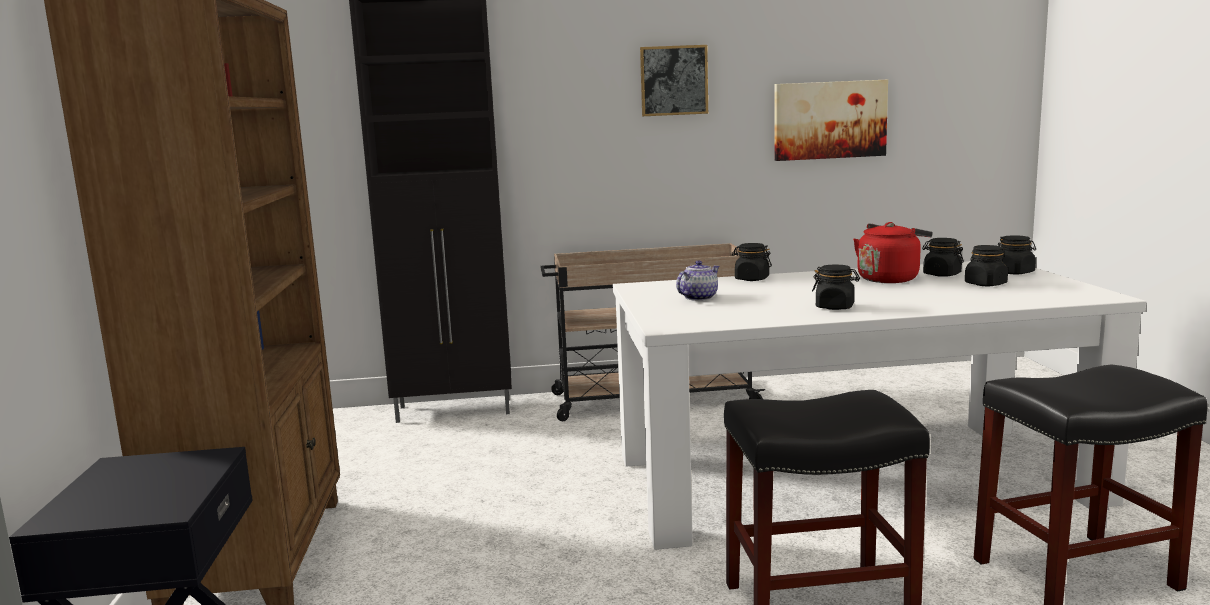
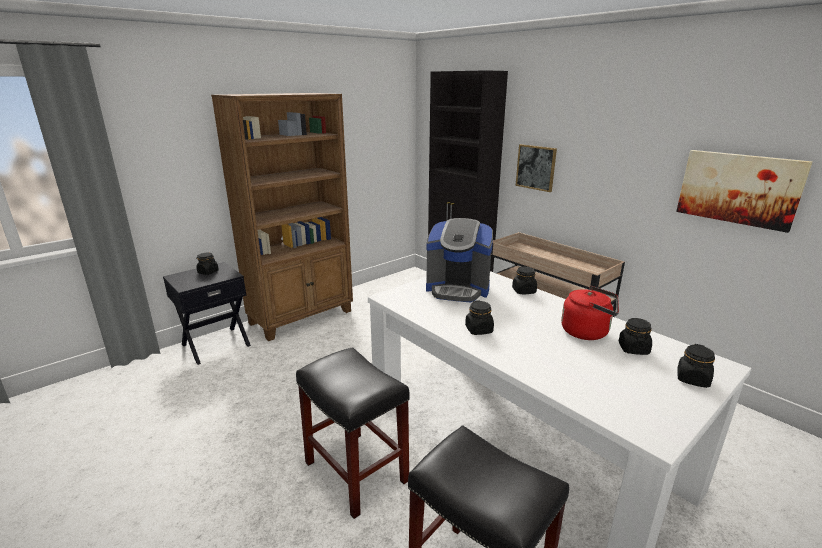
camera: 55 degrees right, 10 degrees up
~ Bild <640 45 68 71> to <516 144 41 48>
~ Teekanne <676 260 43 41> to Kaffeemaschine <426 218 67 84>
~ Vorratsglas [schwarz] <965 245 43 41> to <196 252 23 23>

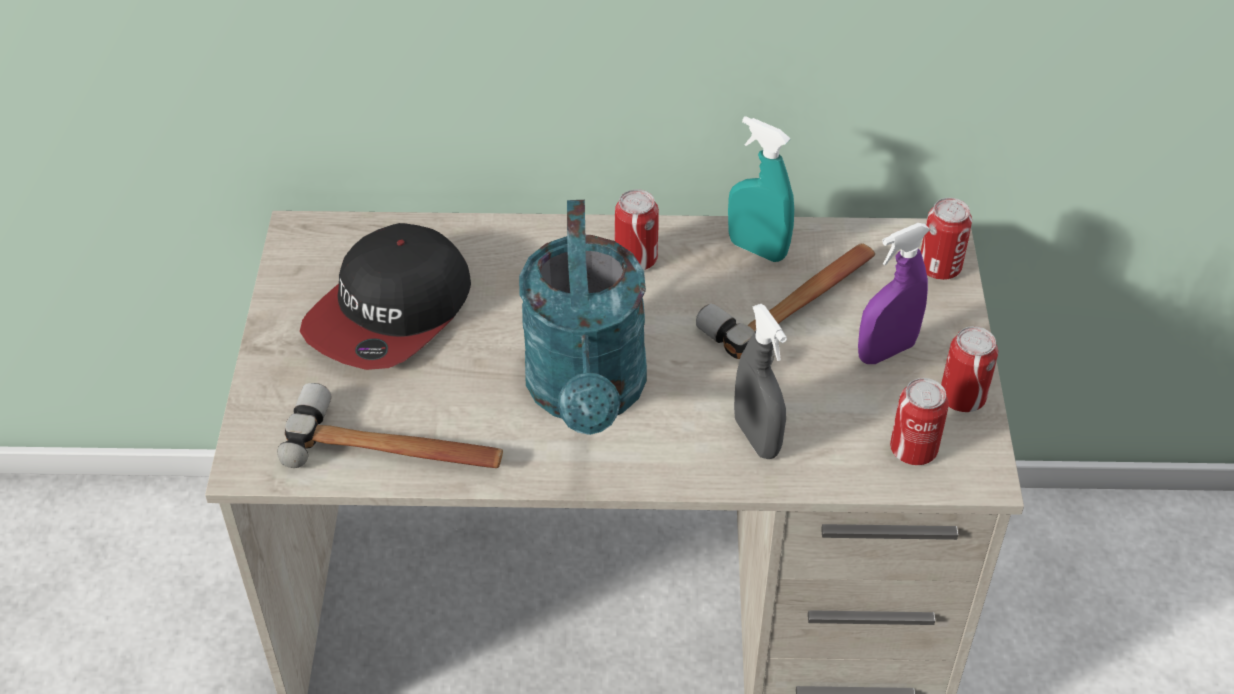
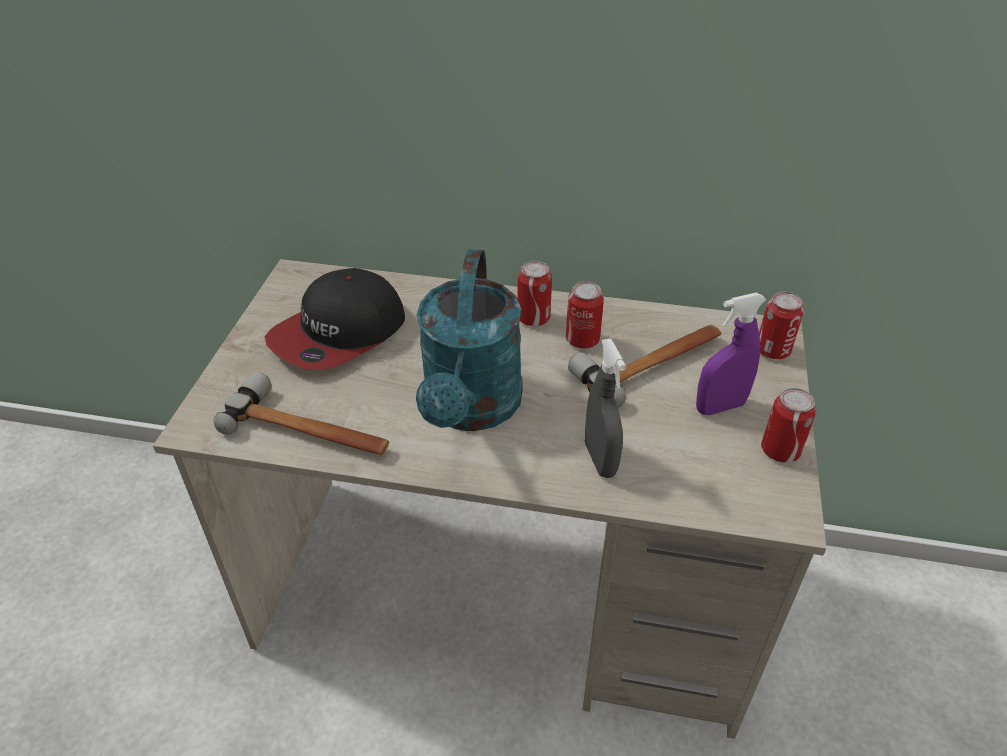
camera: 10 degrees right, 5 degrees down
- Sprühflasche [türkis] <728 116 66 146>
~ Dose <890 378 59 87> to <566 282 38 66>

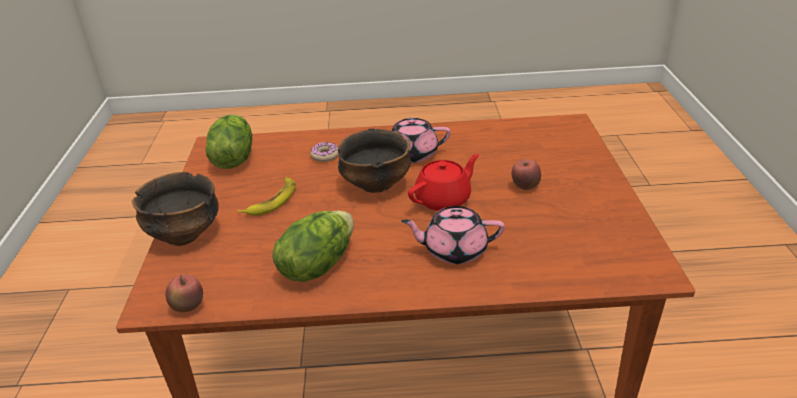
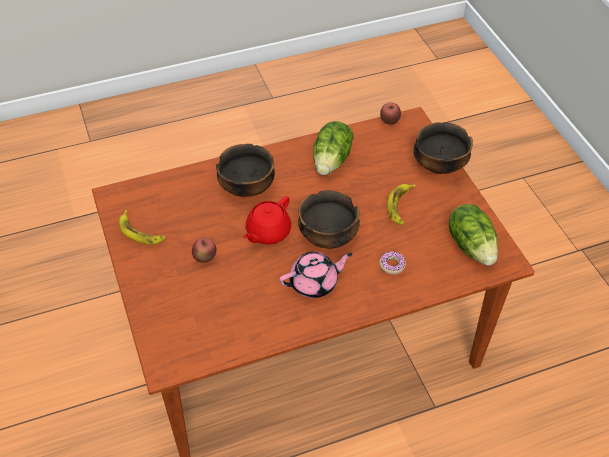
camera: 160 degrees right, 15 degrees up
~ Teekanne [rosa] <401 206 104 58> to Schüssel <216 144 59 53>
+ Banane <119 210 47 35>

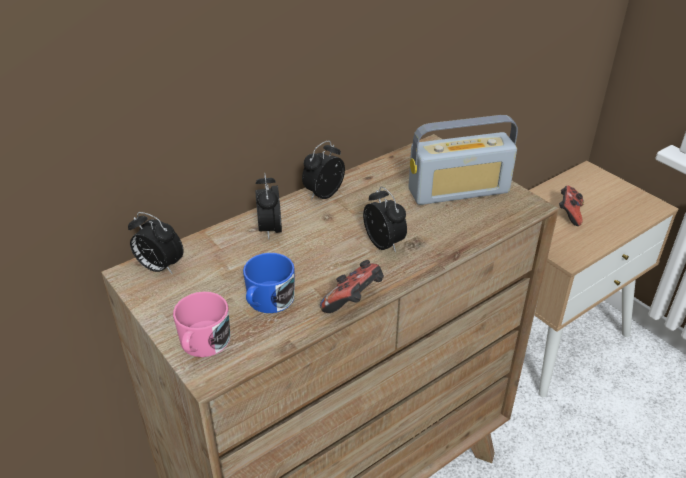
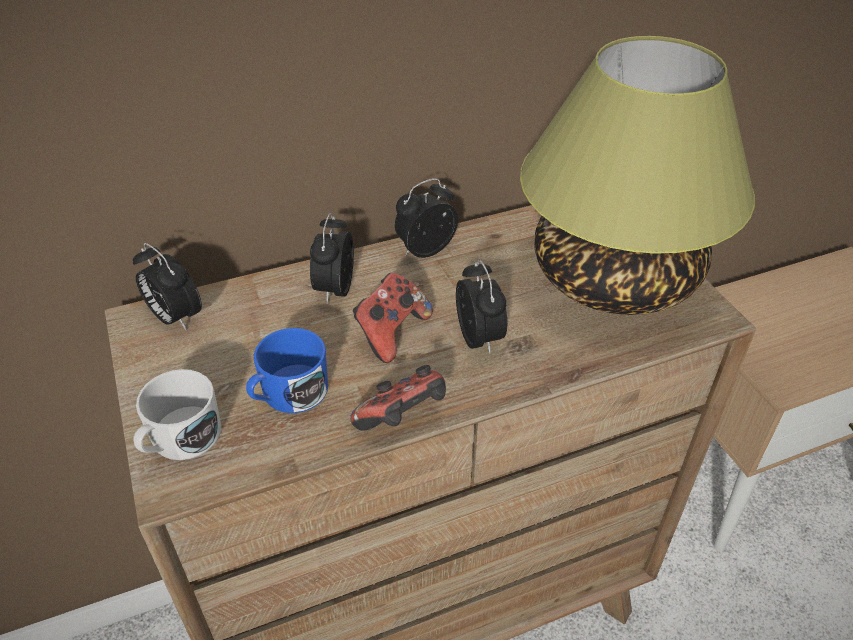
camera: 15 degrees right, 5 degrees up
~ Henkelbecher [rosa] <173 292 58 65> to Henkelbecher [weiß] <134 369 87 91>
~ Radio <409 115 109 90> to Tischlampe <520 36 235 279>
~ Gamepad <559 186 25 40> to <353 273 80 90>

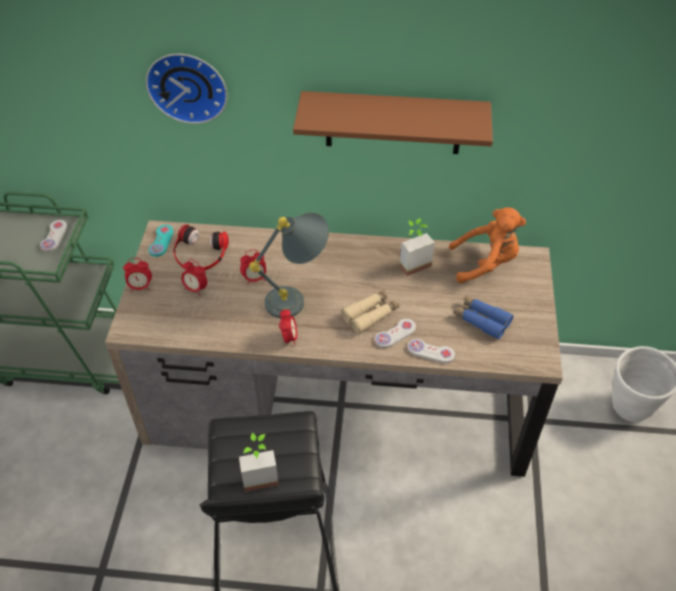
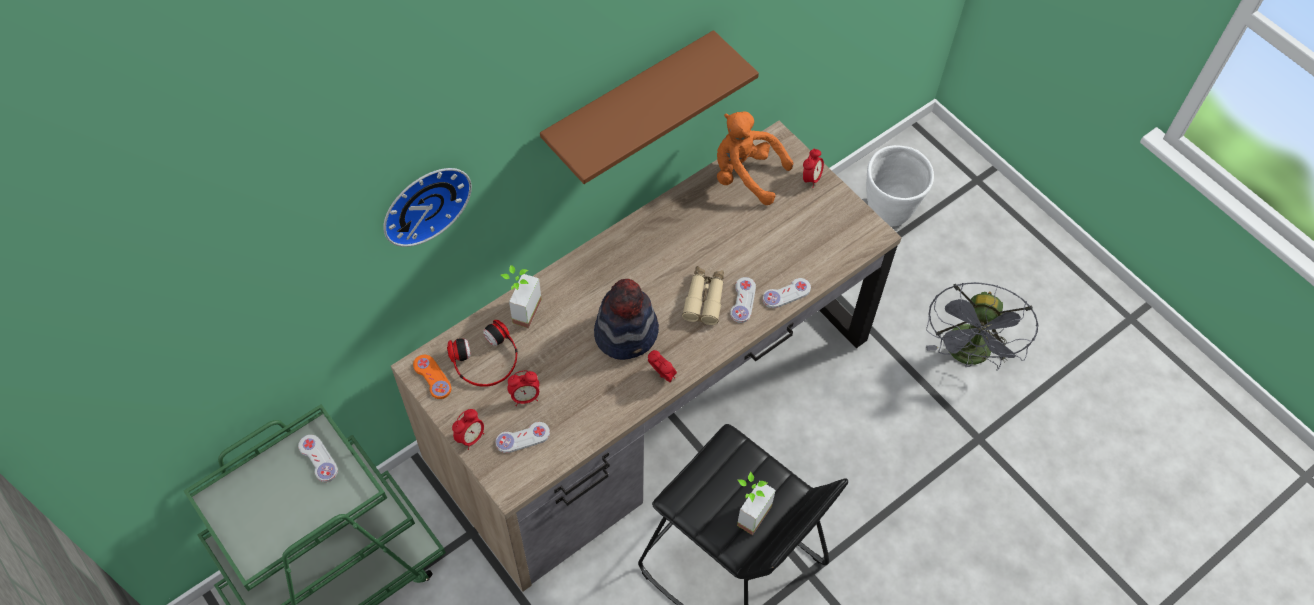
camera: 45 degrees left, 10 degrees up
~ Gamepad [türkis] <149 225 24 32> to Gamepad [orange] <413 355 38 44>
~ Wecker <240 249 26 36> to <803 149 21 39>
~ Tischlampe [grau] <249 213 80 105> to Hut <594 279 65 81>
~ Topfpflanze <399 219 36 57> to <501 265 41 63>
~ Plüschtier [orange] <449 208 77 75> = <717 112 76 93> 105 degrees counterclockwise
- Fernglas [blau] <453 295 60 44>
+ Gamepad [weiß] <495 422 55 31>
+ Ventilator [grau] <926 282 113 89>

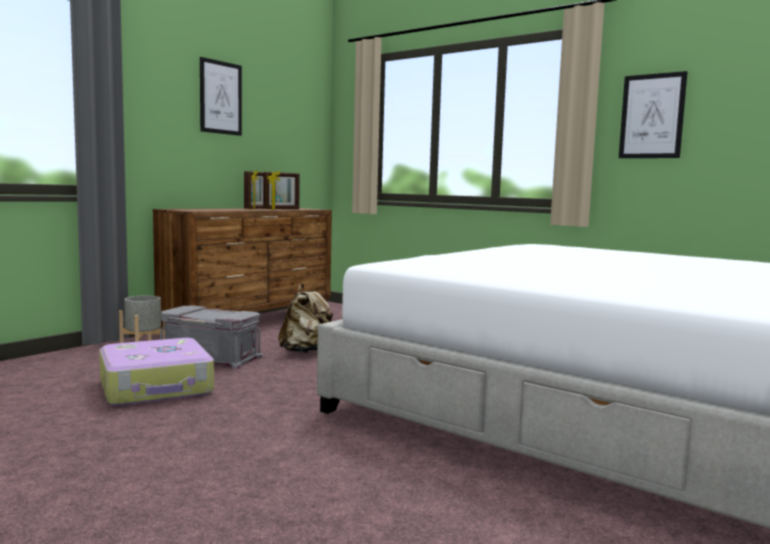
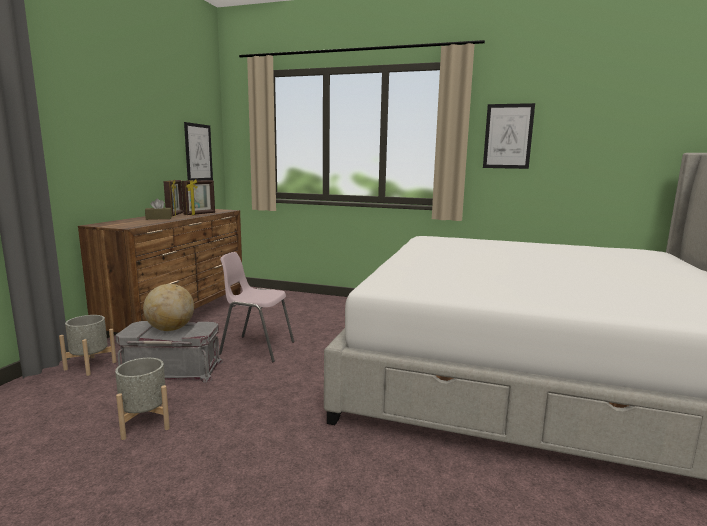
camera: 20 degrees left, 5 degrees up
~ Koffer <99 338 115 68> to Pflanzkübel [grau] <115 358 55 82>
~ Bild <200 57 42 79> to <184 122 29 59>
~ Rucksack [beige] <278 284 55 69> to Stuhl [rosa] <219 252 75 110>
+ Globus <143 284 51 47>
+ Taschentuchbox [braun] <145 199 27 21>

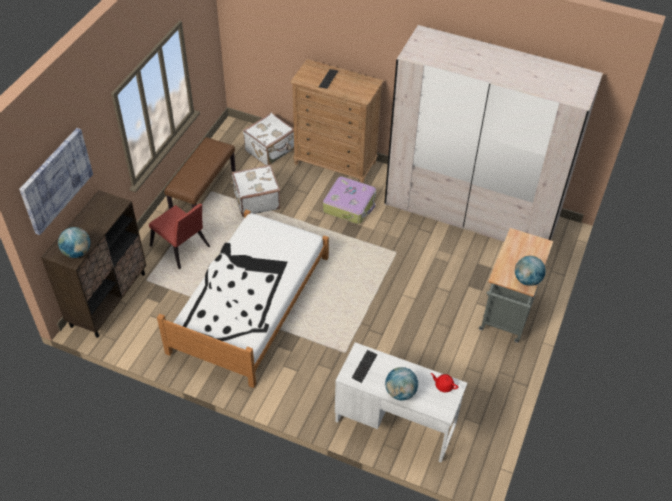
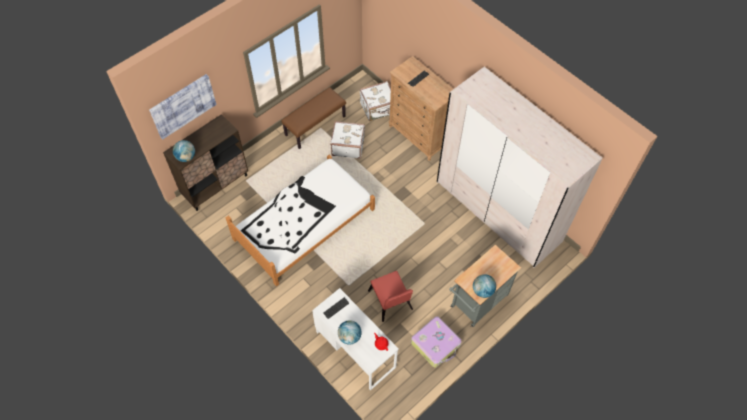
camera: 25 degrees right, 10 degrees up
~ Stuhl [rot] <149 204 61 65> to <368 271 45 51>
~ Koffer <323 176 53 48> to <411 316 51 52>

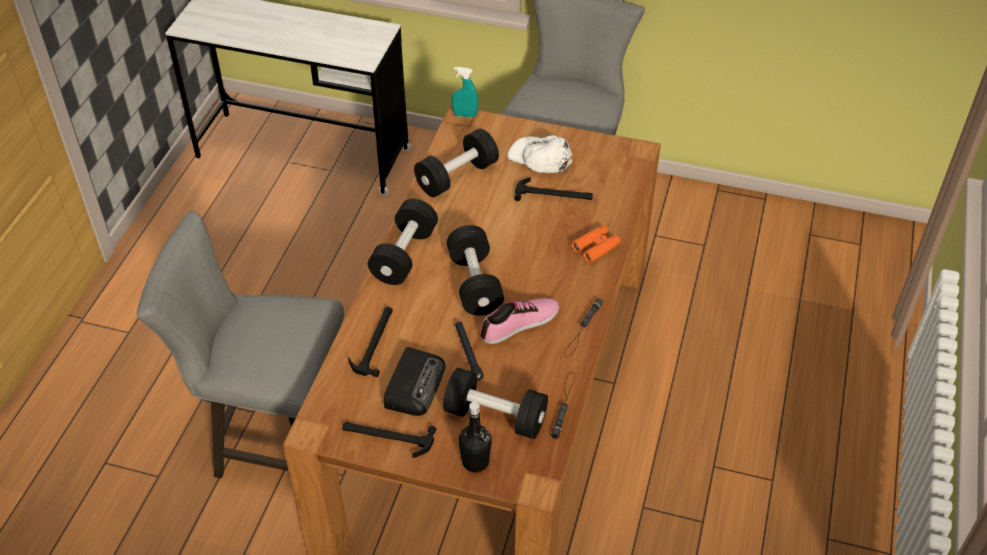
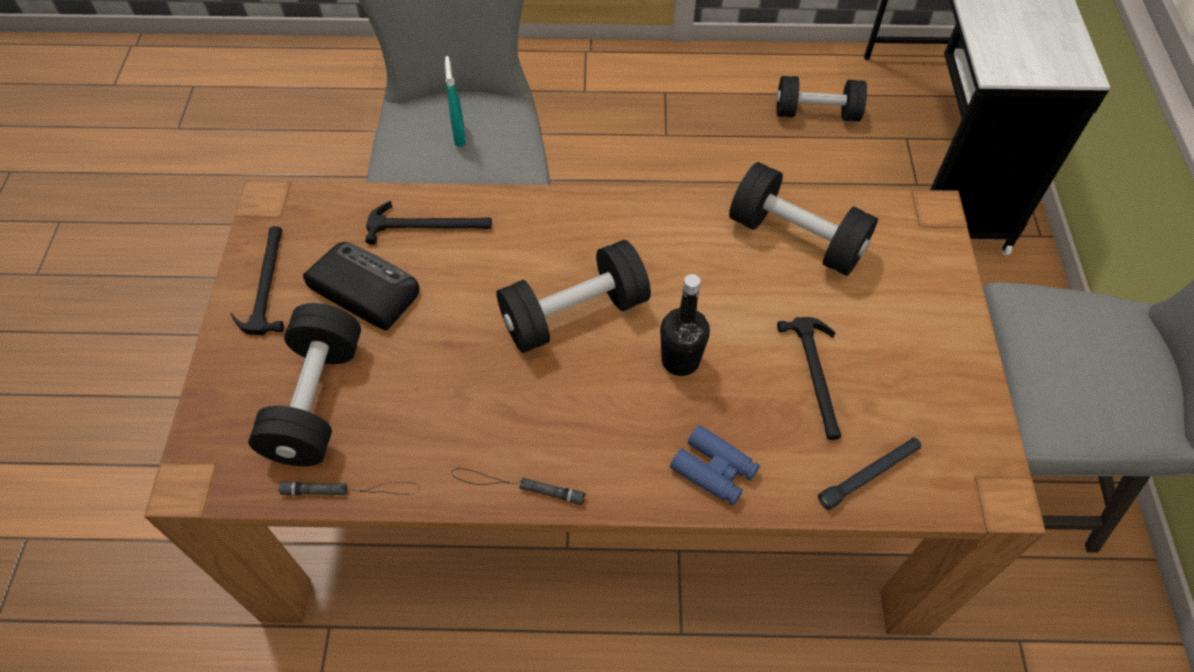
camera: 75 degrees right, 10 degrees up
~ Hantel [schwarz] <368 199 70 86> to <776 76 91 45>
~ Radio <384 347 62 69> = <303 242 117 88> 150 degrees counterclockwise
~ Sprühflasche [türkis] <452 67 26 50> to <445 56 21 91>
~ Taschenlampe [schwarz] <455 321 29 60> to <818 437 103 73>
~ Flasche [schwarz] <458 402 34 71> to <660 274 50 102>
- Schuh <480 298 79 46>
- Kappe [weiß] <507 135 65 38>
~ Fernglas [orange] <572 225 49 38> to Fernglas [blau] <670 425 90 81>

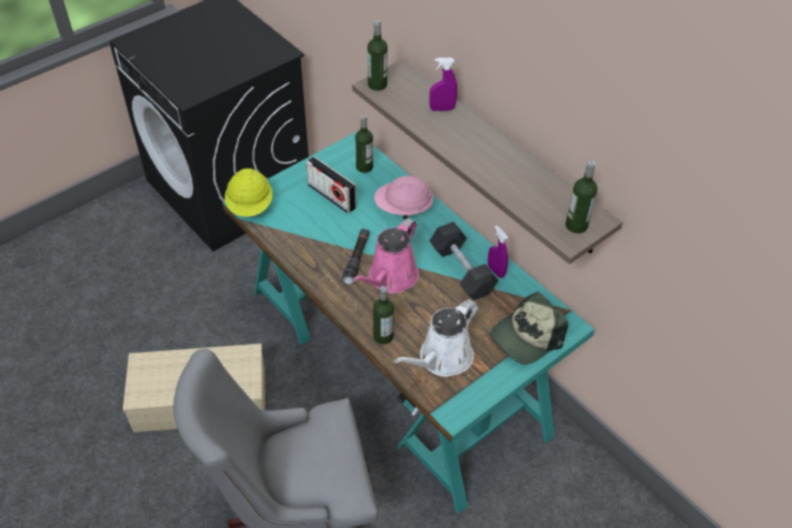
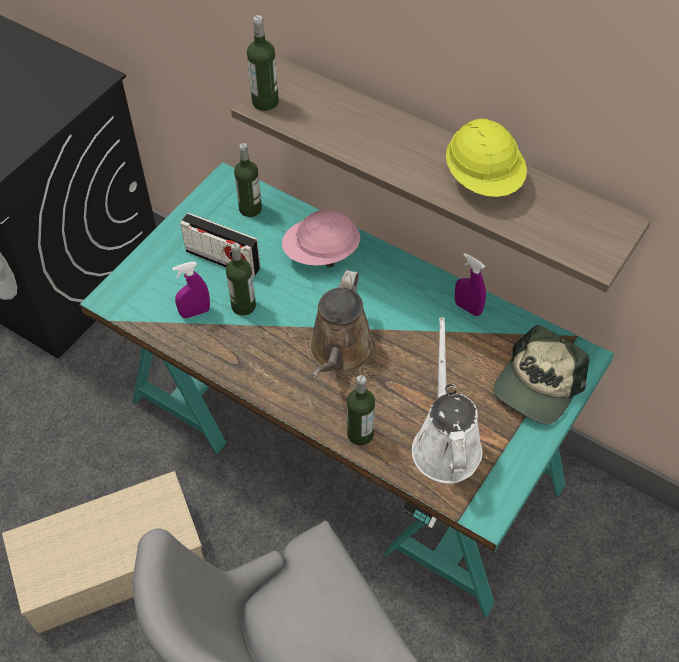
camera: 15 degrees left, 5 degrees up
~ Schutzhelm [gelb] <225 168 48 49> to <446 119 81 78>
- Taschenlampe [schwarz] <342 228 28 57>
~ Gießkanne [rosa] <352 218 67 75> to Gießkanne [braun] <309 270 66 108>
~ Gießkanne [weiß] <394 299 84 78> = <412 317 71 167> 150 degrees clockwise
~ Sprühflasche [lila] <429 58 28 53> to <172 262 38 56>
- Hantel [schwarz] <429 222 70 78>
~ Flasche <565 160 32 74> to <226 243 30 73>

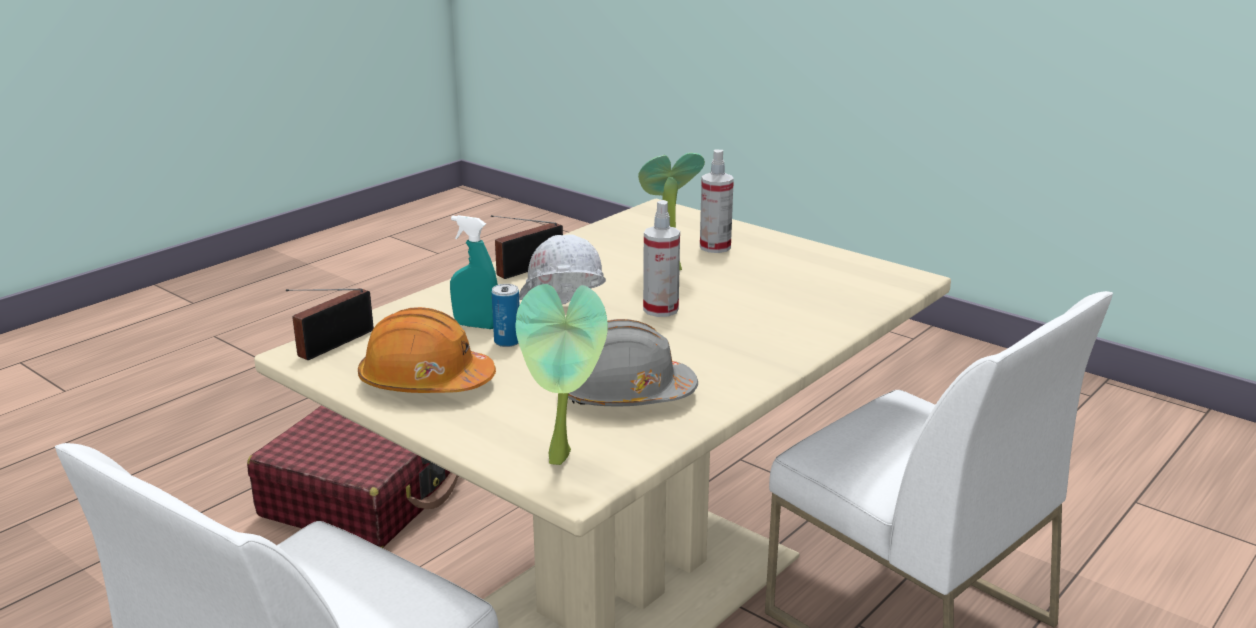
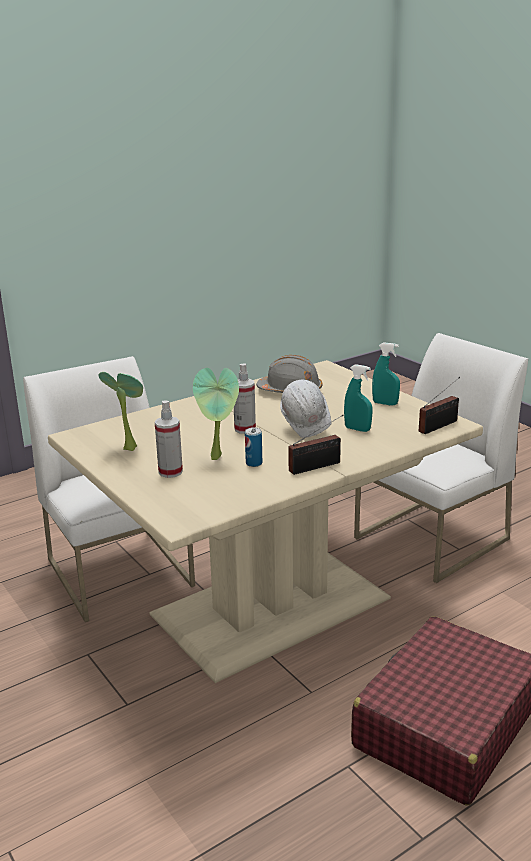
camera: 165 degrees left, 0 degrees up
~ Schutzhelm [orange] <358 307 138 86> to Sprühflasche [türkis] <372 342 28 64>
~ Dose <492 284 28 63> to <245 427 17 40>
~ Topfpflanze <516 284 92 181> to <98 372 45 79>

